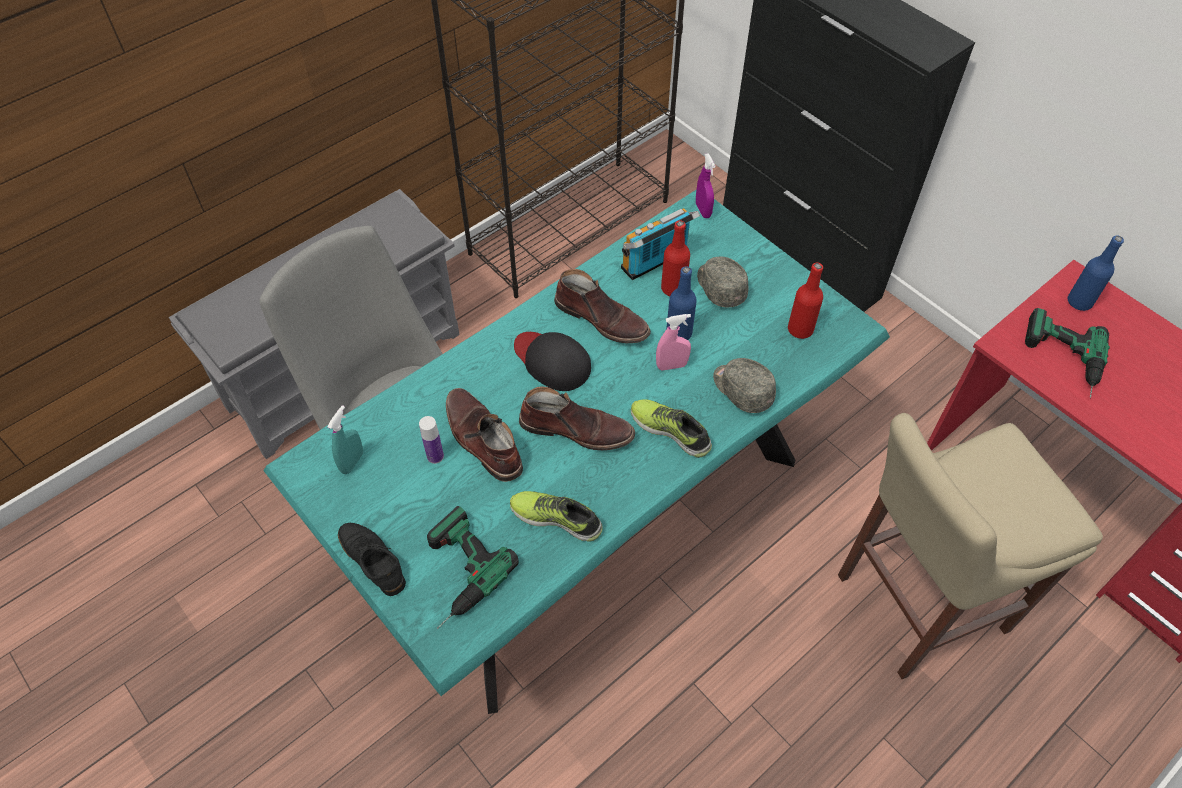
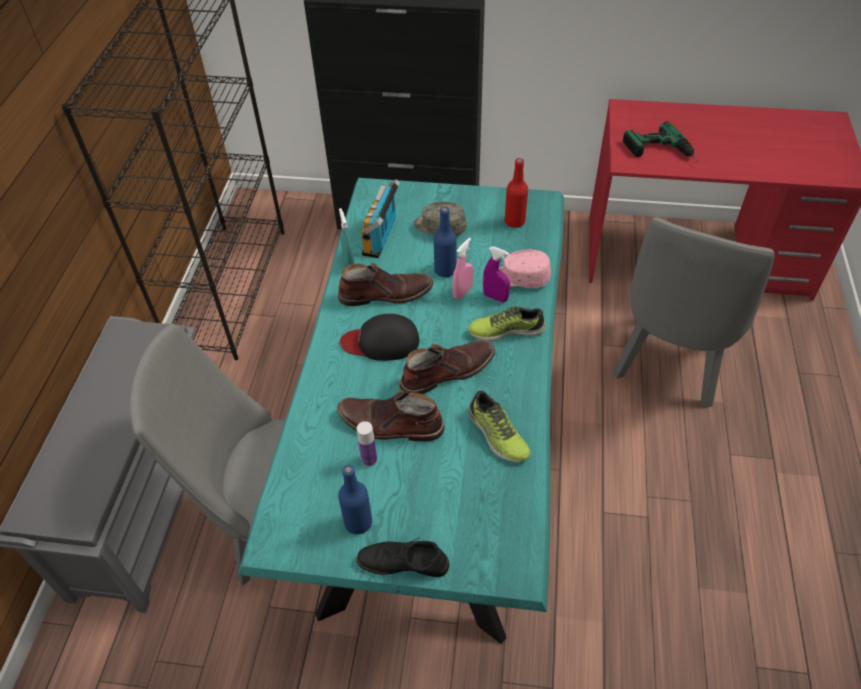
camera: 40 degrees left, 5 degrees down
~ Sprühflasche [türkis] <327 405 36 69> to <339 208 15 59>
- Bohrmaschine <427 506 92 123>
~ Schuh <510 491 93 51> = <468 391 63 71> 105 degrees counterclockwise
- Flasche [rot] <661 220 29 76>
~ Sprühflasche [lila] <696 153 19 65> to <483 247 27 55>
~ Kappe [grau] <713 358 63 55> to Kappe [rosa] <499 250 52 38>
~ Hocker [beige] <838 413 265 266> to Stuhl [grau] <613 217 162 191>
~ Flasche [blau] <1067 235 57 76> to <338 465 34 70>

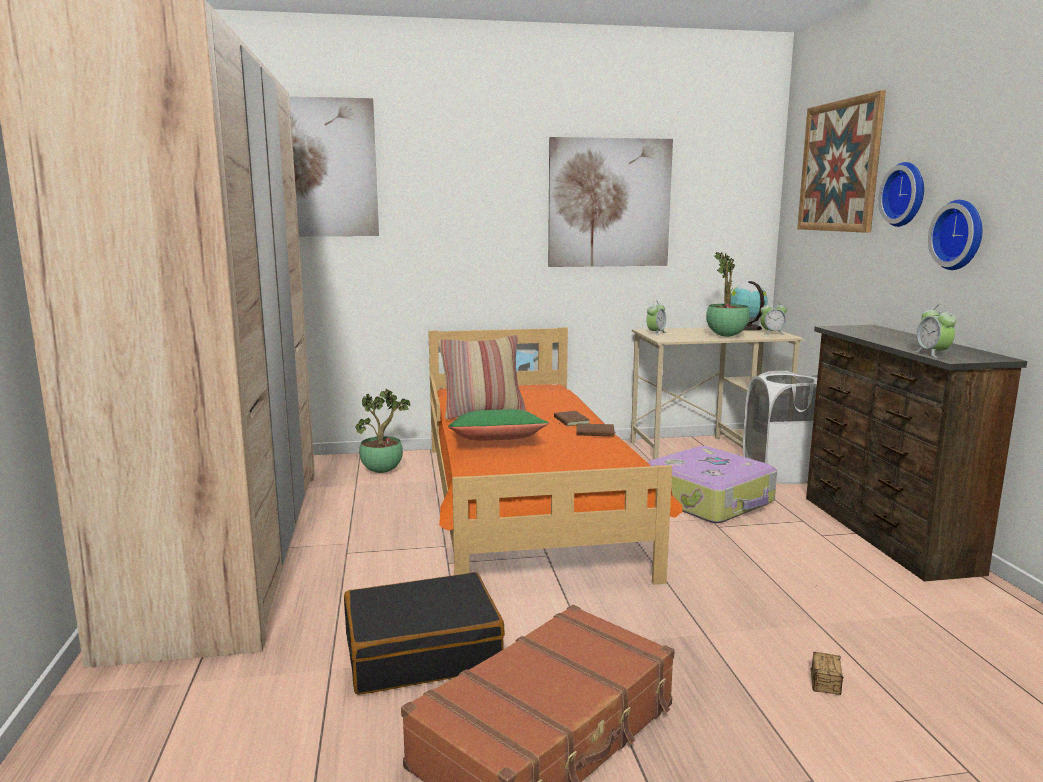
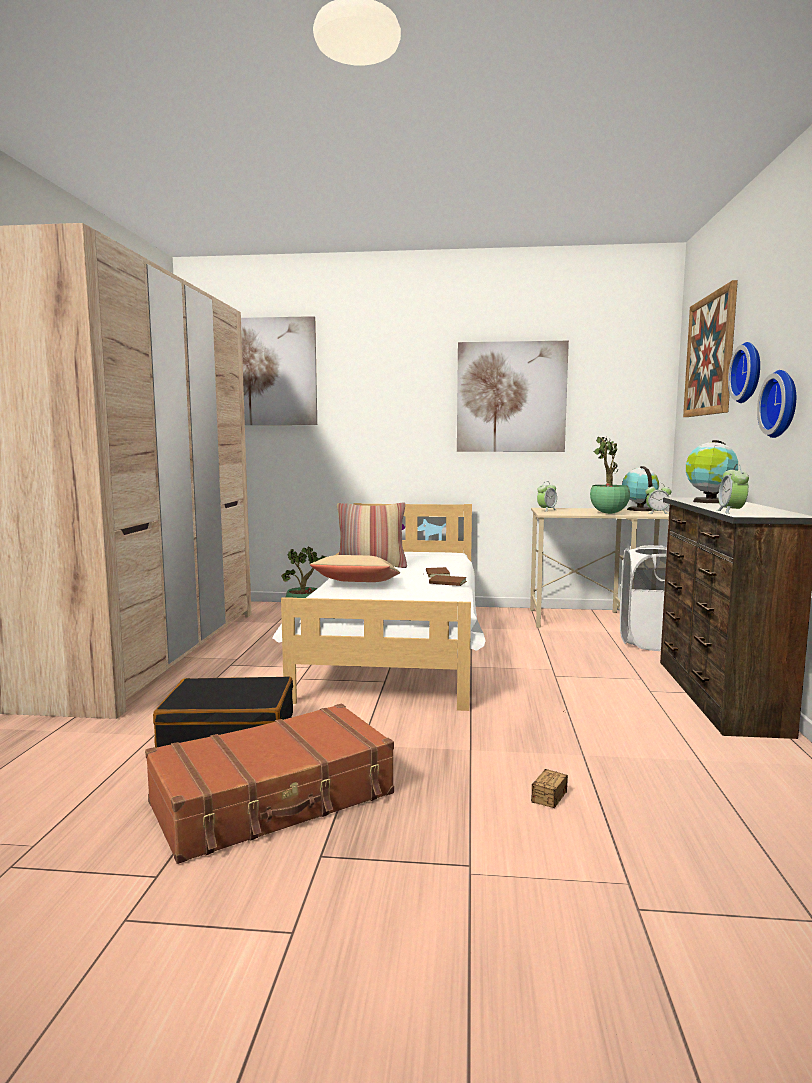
camera: 15 degrees right, 5 degrees down
~ Bett [orange] <428 327 255 258> to Bett [weiß] <272 503 213 208>
~ Kissen [grün] <448 409 101 32> to Kissen [beige] <310 555 90 27>
- Koffer <647 446 130 77>
+ Globus <686 440 52 63>

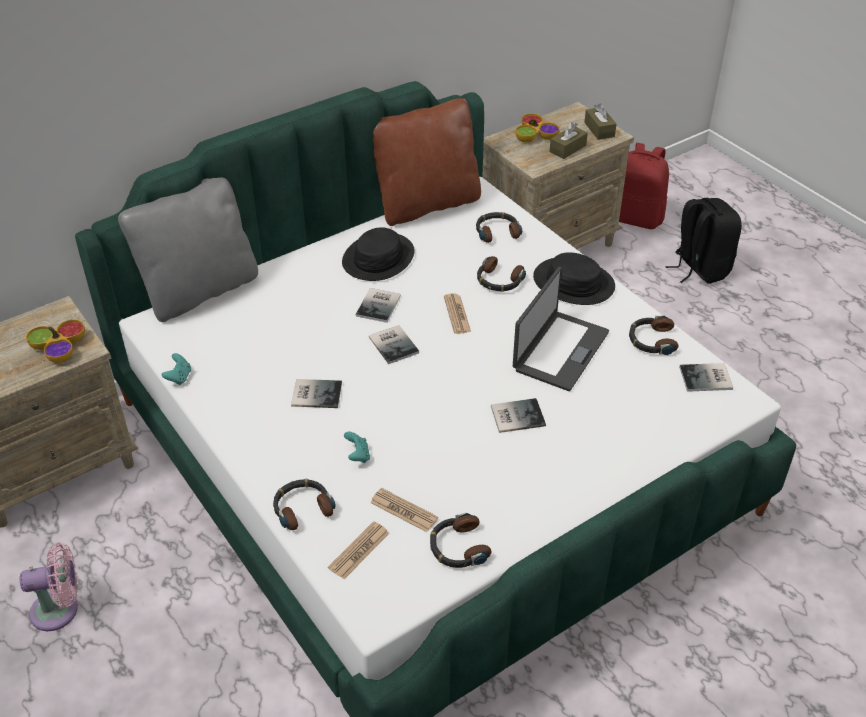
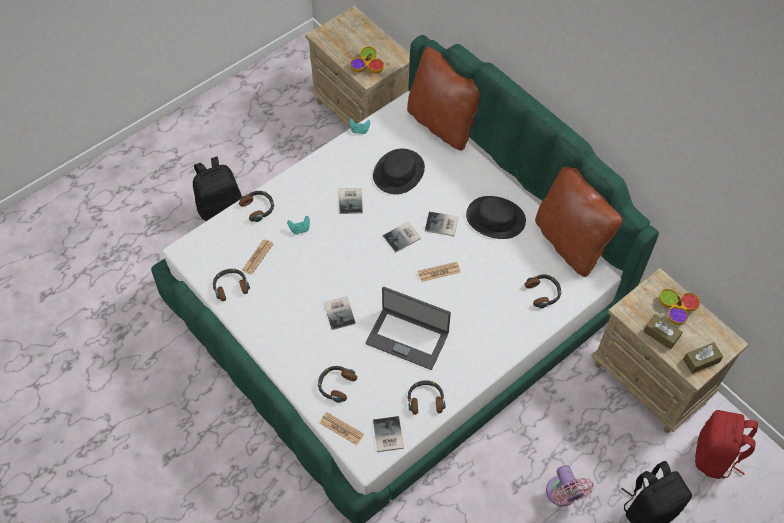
camera: 85 degrees right, 15 degrees up
~ Ventilator [rosa] <20 543 58 88> to <546 465 48 41>
~ Kissen [grau] <118 178 140 144> to Kissen [braun] <407 47 72 104>
~ Zeitung <328 521 61 58> to <320 412 44 33>
~ Kopfhörer <477 256 49 36> to <318 366 39 37>
~ Hut [schwarz] <533 252 82 53> to <373 149 52 45>
+ Rucksack [schwarz] <193 157 49 64>

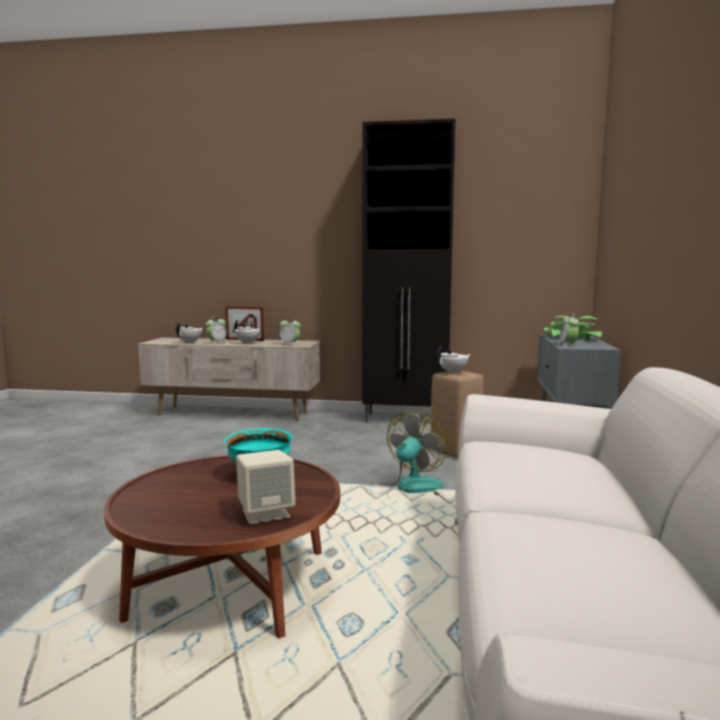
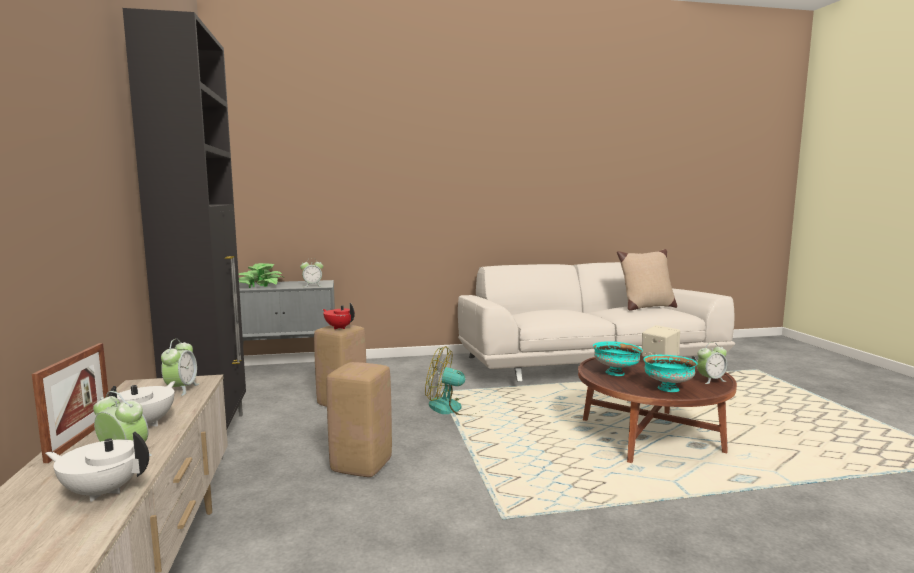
camera: 110 degrees left, 0 degrees up
~ Teekanne [weiß] <436 346 35 28> to Teekanne [rot] <323 303 32 26>
+ Hocker [beige] <326 362 66 115>
+ Kissen [beige] <617 249 60 62>
+ Schüssel [türkis] <643 355 55 37>
+ Wecker <697 342 30 42>

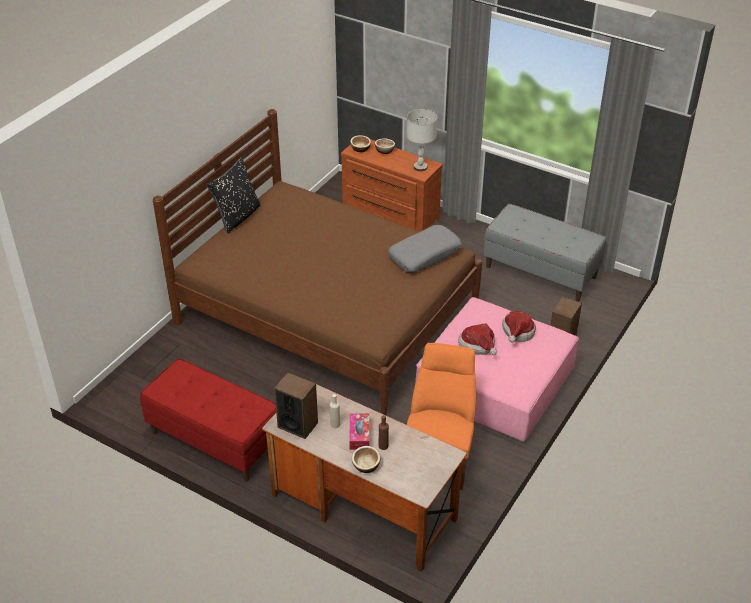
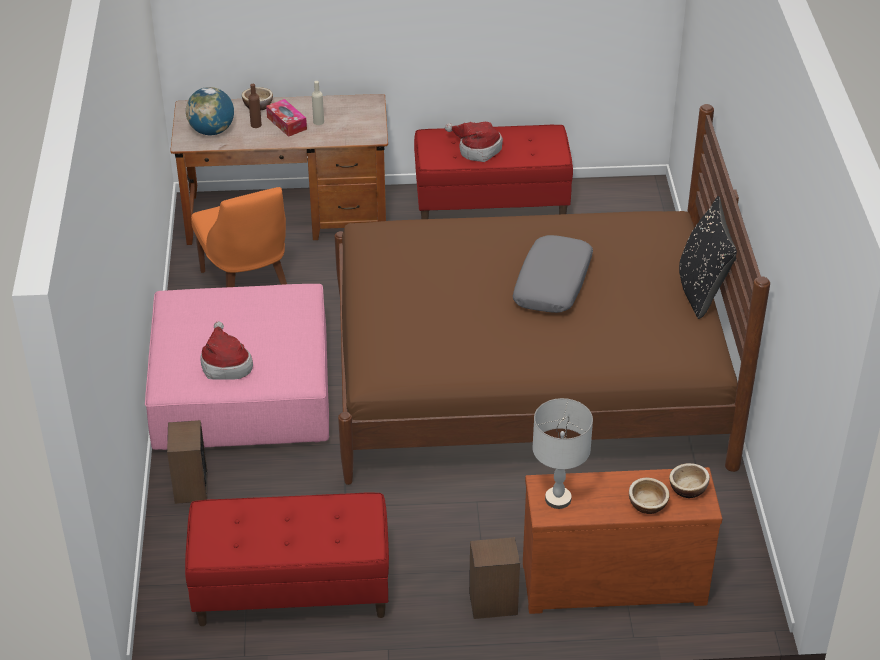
camera: 145 degrees right, 0 degrees up
~ Lautsprecher <274 372 44 67> to <469 537 51 82>
~ Kissen [grau] <388 225 74 47> to <513 235 80 78>
~ Hut <458 324 39 31> to <445 122 58 40>
~ Bank [grau] <484 204 122 97> to Bank [rot] <185 493 204 133>
+ Globus <186 87 48 48>

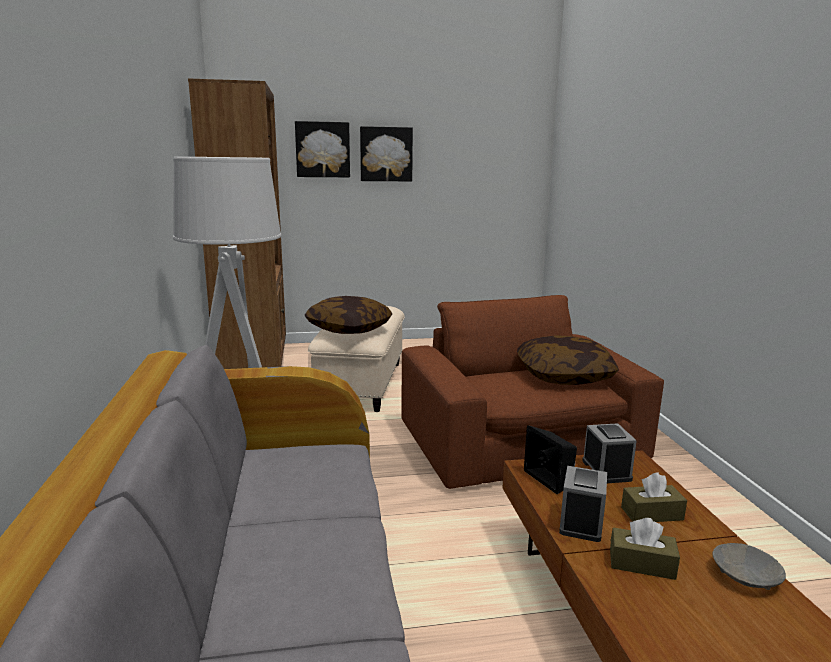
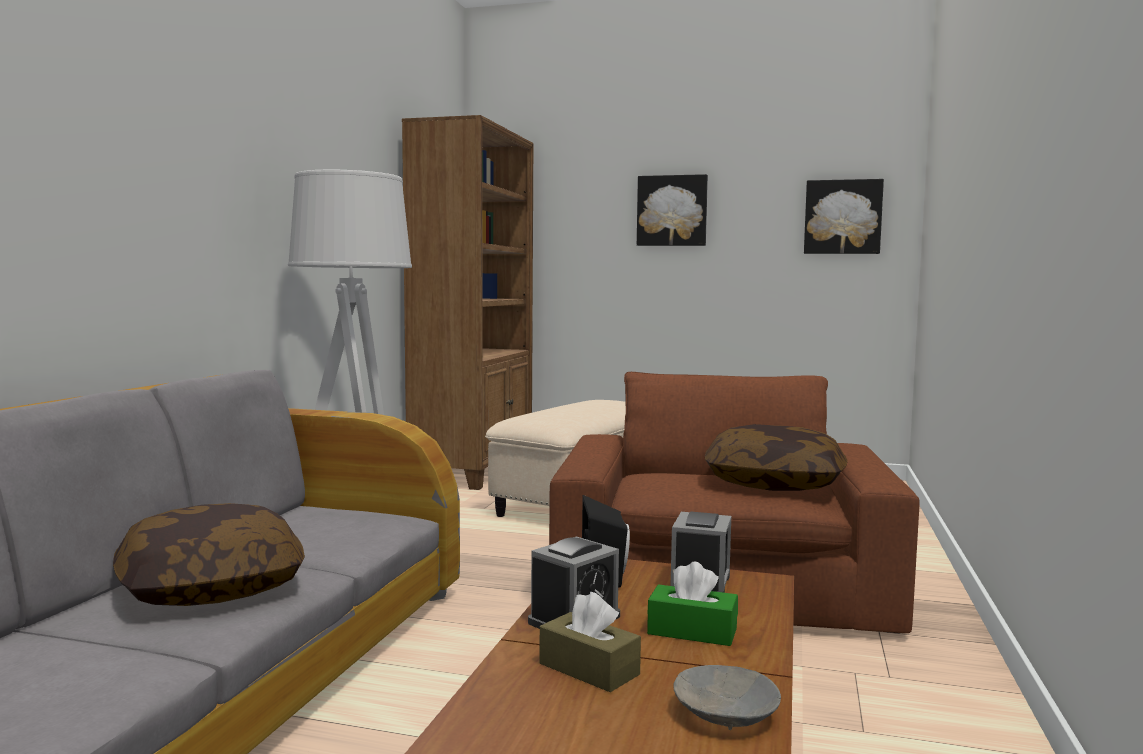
camera: 25 degrees right, 10 degrees down
~ Bild <295 121 55 56> to <804 179 80 75>
~ Kissen <304 296 89 38> to <113 503 192 103>
~ Taschentuchbox [braun] <621 472 66 50> to Taschentuchbox [grün] <647 562 91 84>

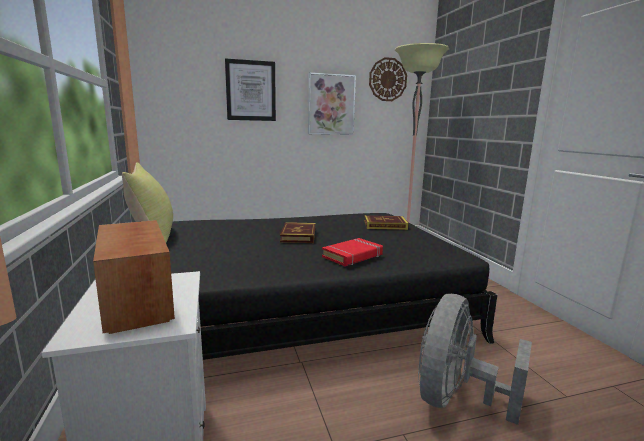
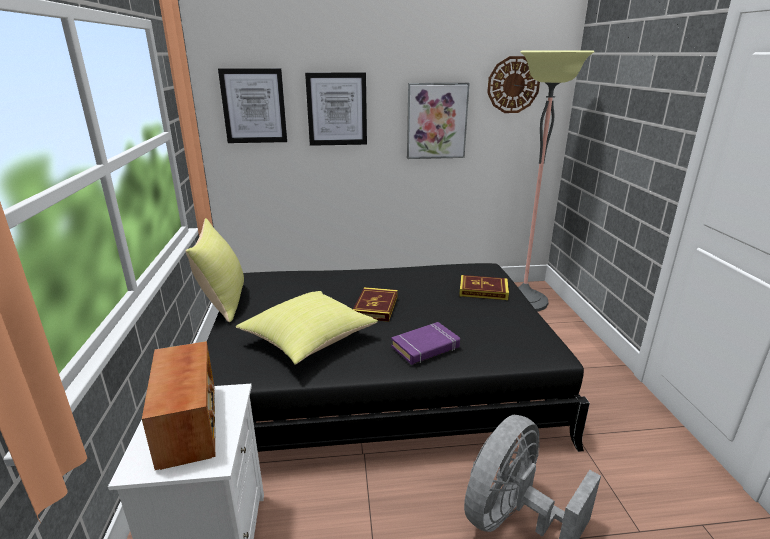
camera: 10 degrees right, 10 degrees up
~ Buch [rot] <322 238 61 28> to Buch [lila] <391 322 69 43>
+ Bild <218 68 69 75>
+ Kissen [gelb] <236 291 142 74>

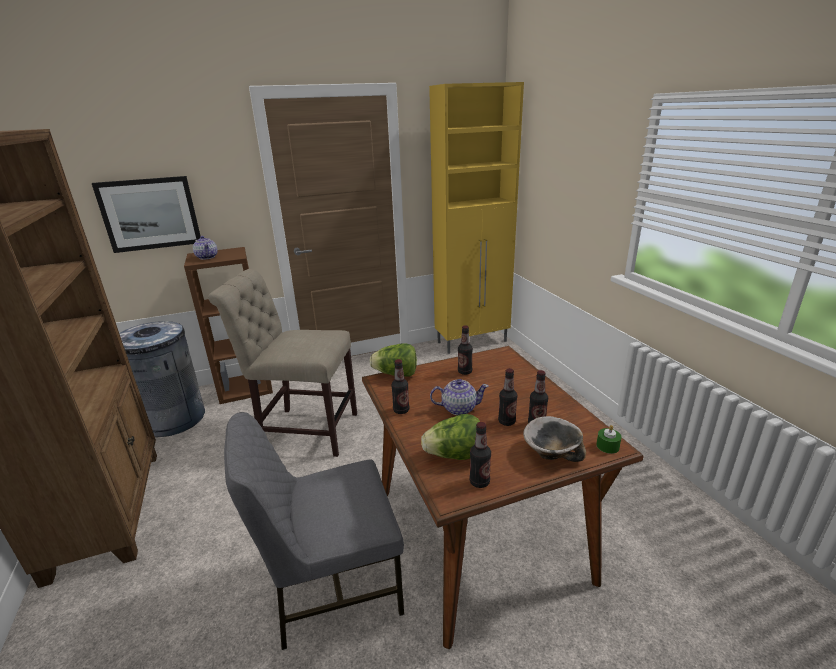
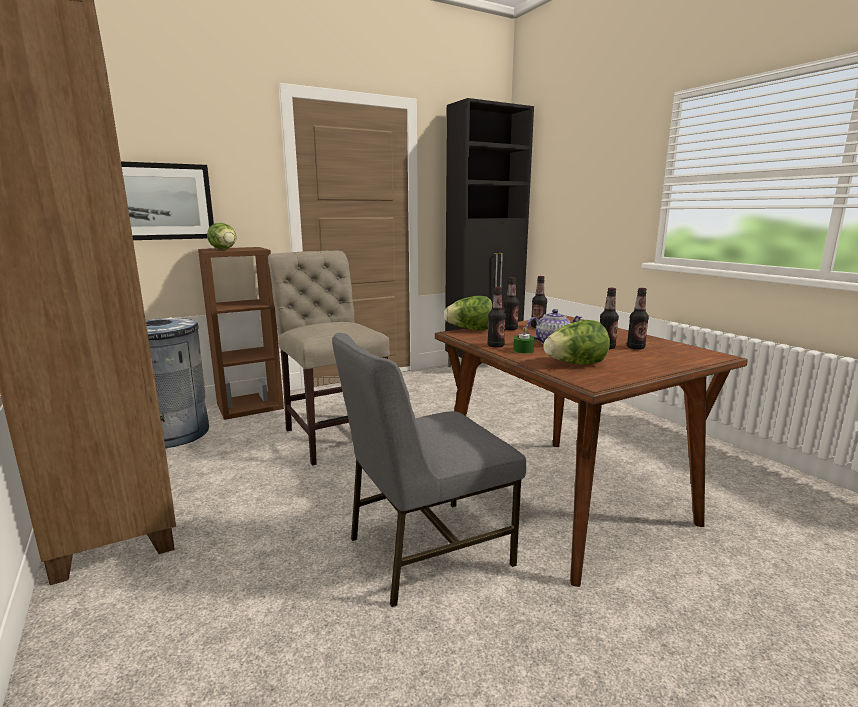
camera: 10 degrees left, 10 degrees down
~ Teekanne <193 236 25 24> to Salatkopf <207 223 30 26>
~ Stuhl [beige] <208 269 149 188> = <268 251 122 215> 60 degrees clockwise
~ Schrank [gelb] <429 82 95 272> to Schrank [schwarz] <445 98 89 269>
~ Flasche <469 422 22 66> to <504 277 15 53>
- Schüssel <523 416 63 46>
~ Kerze [grün] <596 425 26 29> to <513 327 22 27>

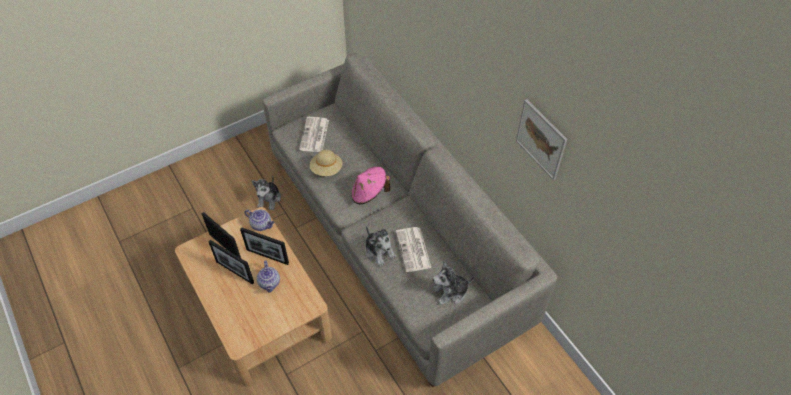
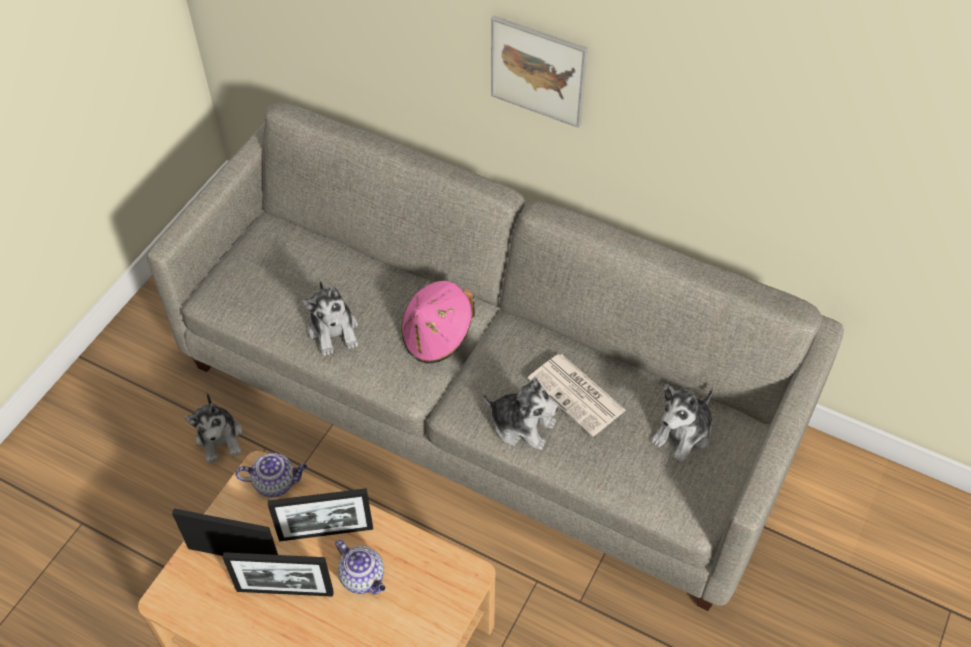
camera: 30 degrees left, 0 degrees up
- Zeitung <299 117 30 35>
~ Hut [beige] <310 150 32 26> to Plüschtier <302 280 56 76>
~ Bild <516 99 51 81> to <491 16 97 112>

